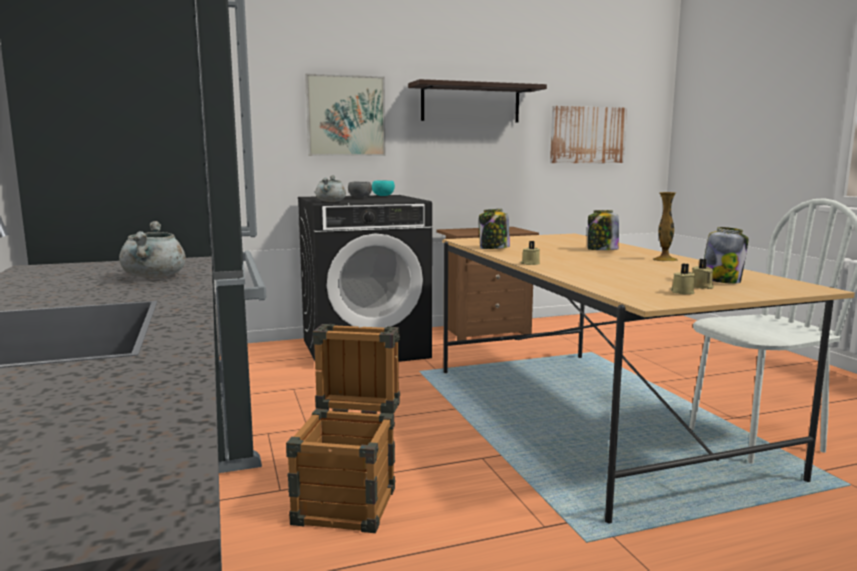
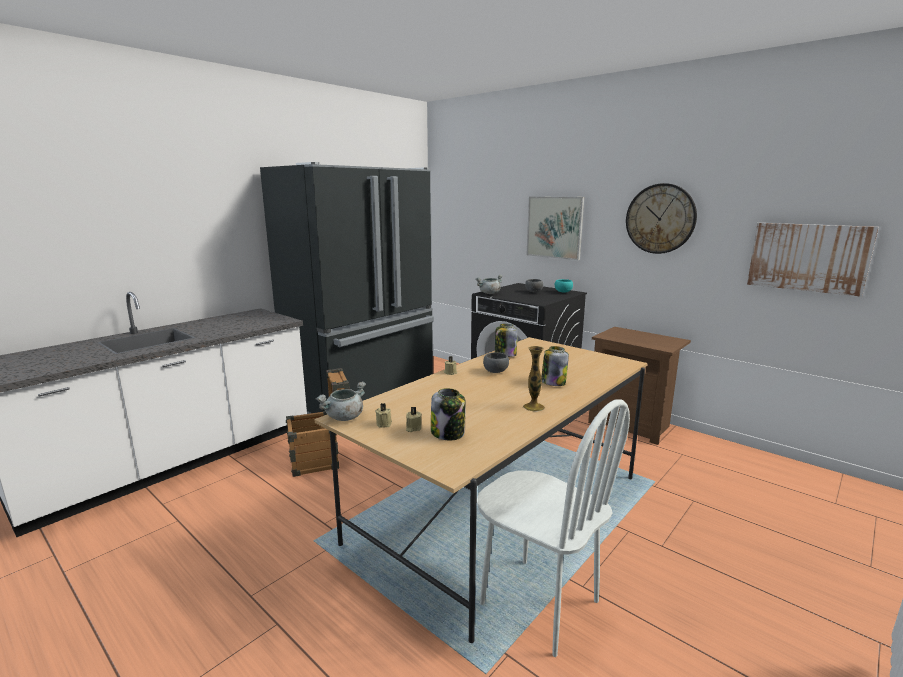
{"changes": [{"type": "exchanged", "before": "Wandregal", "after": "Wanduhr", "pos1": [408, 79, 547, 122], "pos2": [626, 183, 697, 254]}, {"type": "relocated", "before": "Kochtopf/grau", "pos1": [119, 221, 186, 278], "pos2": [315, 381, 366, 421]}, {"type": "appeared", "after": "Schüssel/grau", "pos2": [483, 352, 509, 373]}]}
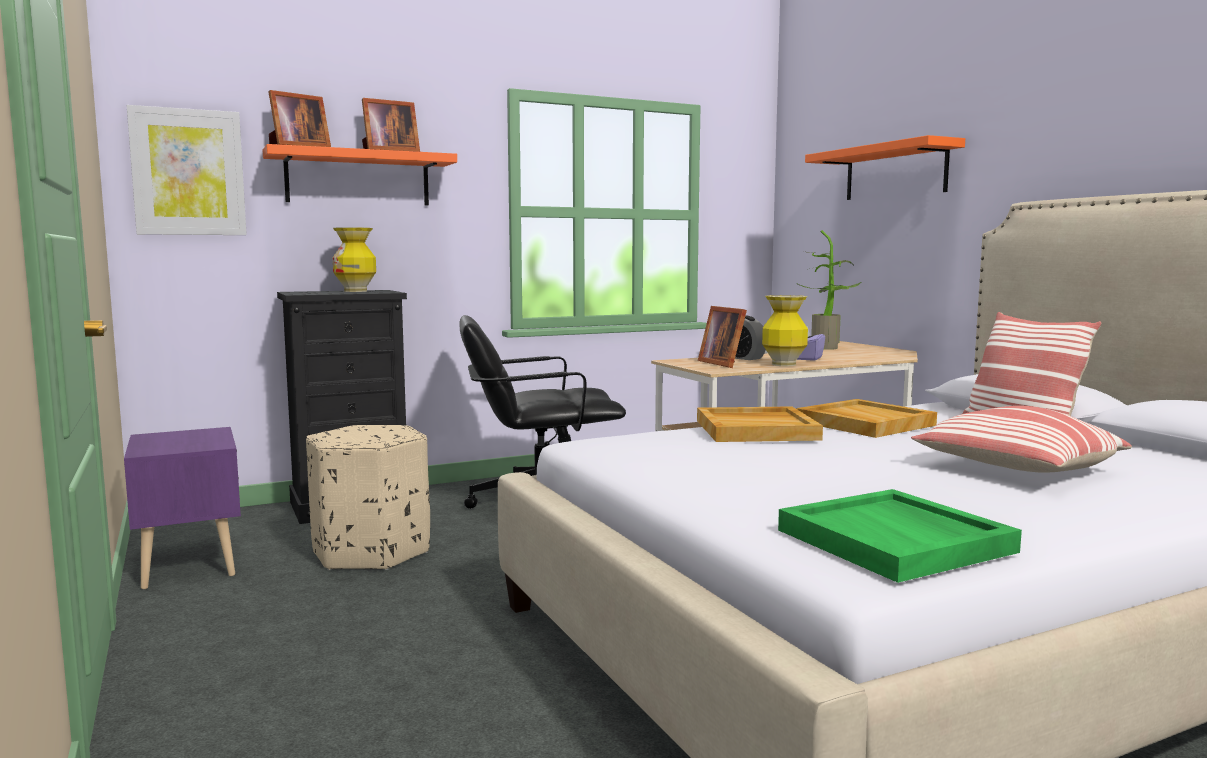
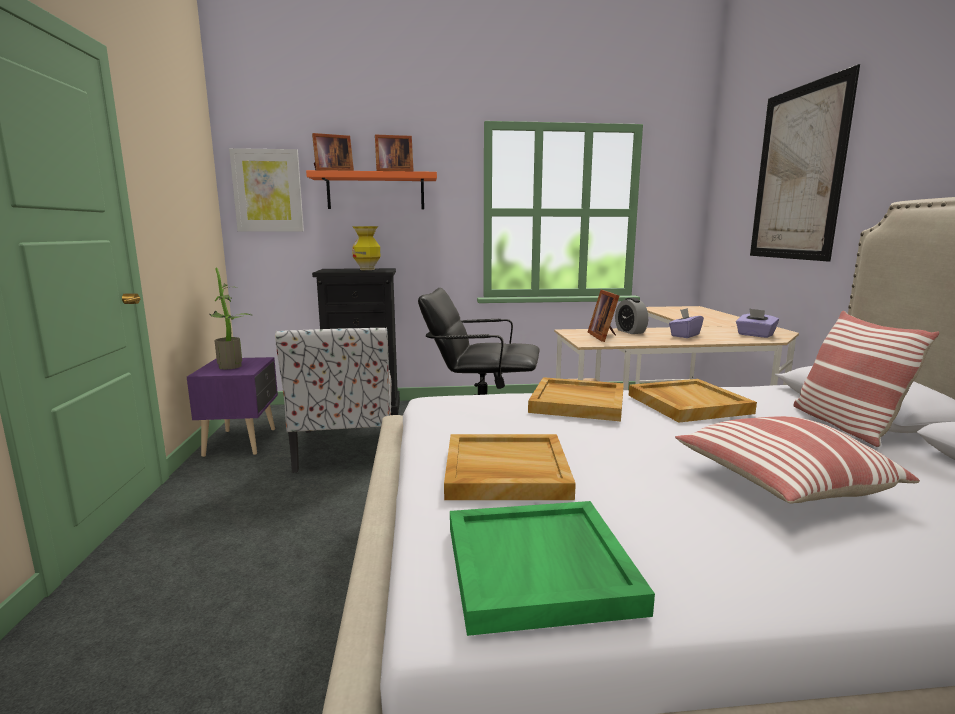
{"changes": [{"type": "exchanged", "before": "Wandregal/orange", "after": "Bild", "pos1": [805, 135, 965, 200], "pos2": [750, 64, 860, 262]}, {"type": "relocated", "before": "Topfpflanze", "pos1": [796, 230, 862, 350], "pos2": [209, 268, 251, 369]}, {"type": "missing", "before": "Vase", "pos1": [762, 295, 808, 366]}, {"type": "exchanged", "before": "Polsterhocker/beige", "after": "Stuhl", "pos1": [306, 425, 430, 570], "pos2": [275, 328, 392, 473]}, {"type": "appeared", "after": "Taschentuchbox/lila", "pos2": [736, 308, 779, 338]}, {"type": "appeared", "after": "Tablett/beige", "pos2": [444, 434, 576, 500]}]}
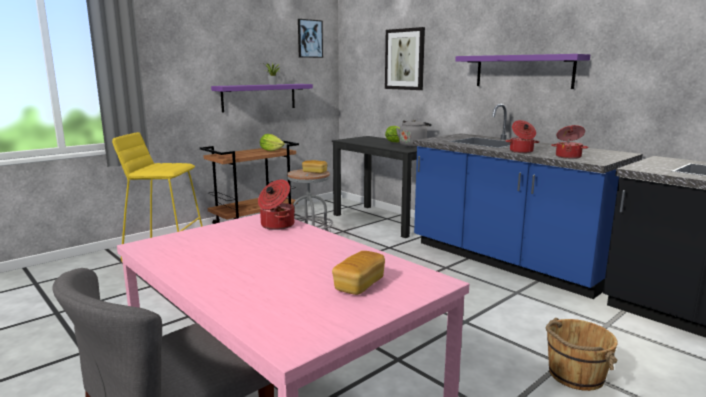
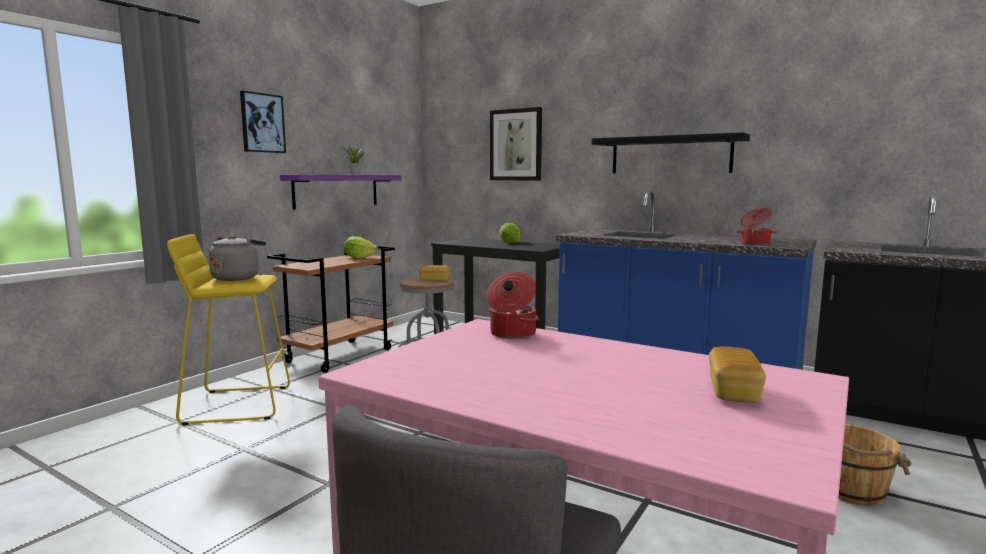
{"changes": [{"type": "relocated", "before": "Bild", "pos1": [298, 19, 323, 58], "pos2": [240, 91, 286, 153]}, {"type": "colour", "before": "Wandregal/lila", "after": "Wandregal/schwarz", "pos1": [455, 54, 590, 89], "pos2": [592, 132, 750, 173]}, {"type": "relocated", "before": "Wasserkessel/grau", "pos1": [396, 119, 432, 147], "pos2": [208, 235, 266, 281]}, {"type": "missing", "before": "Kochtopf", "pos1": [506, 120, 539, 153]}]}
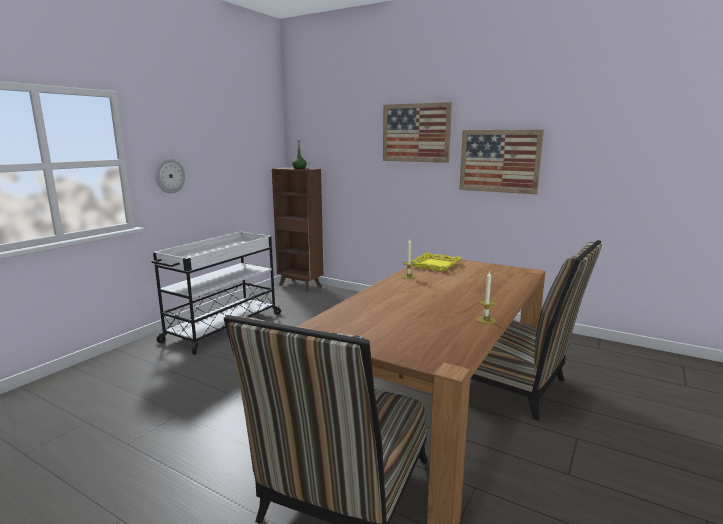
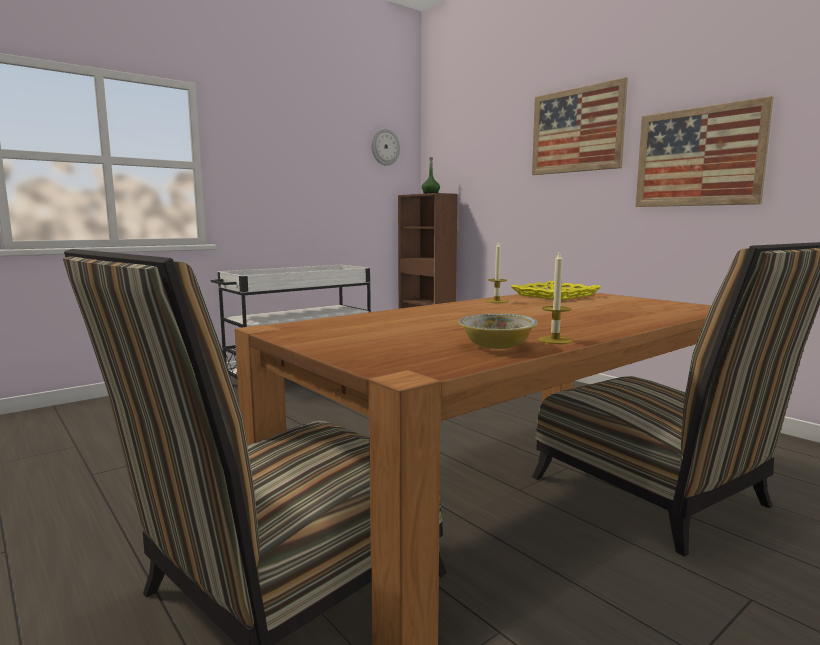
{"changes": [{"type": "relocated", "before": "Wanduhr", "pos1": [155, 158, 185, 193], "pos2": [372, 128, 400, 166]}, {"type": "appeared", "after": "Schüssel", "pos2": [459, 313, 538, 349]}]}
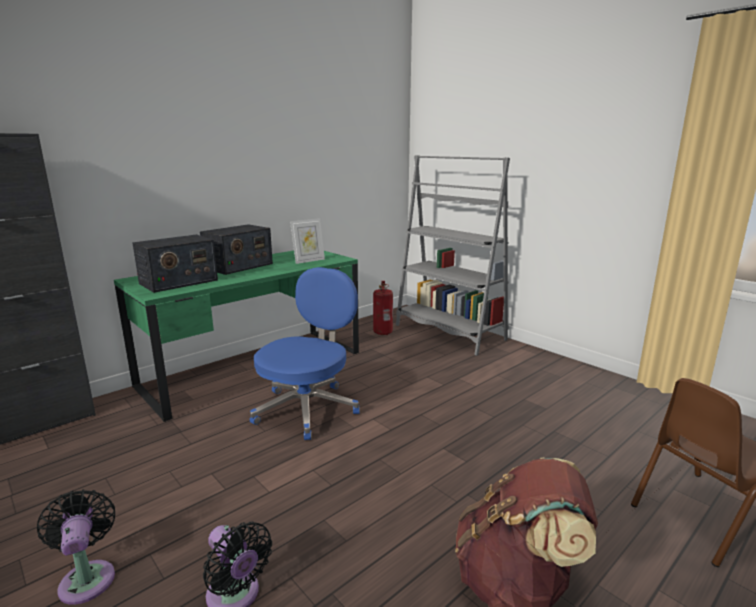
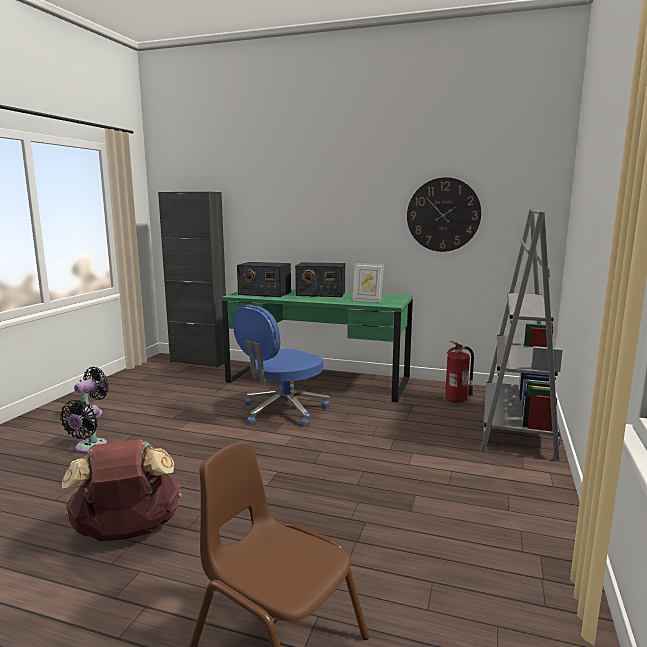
{"changes": [{"type": "spun", "before": "Bürostuhl/blau", "pos1": [250, 267, 360, 440], "pos2": [233, 305, 330, 427], "turn": 135}, {"type": "appeared", "after": "Wanduhr", "pos2": [407, 177, 481, 252]}]}
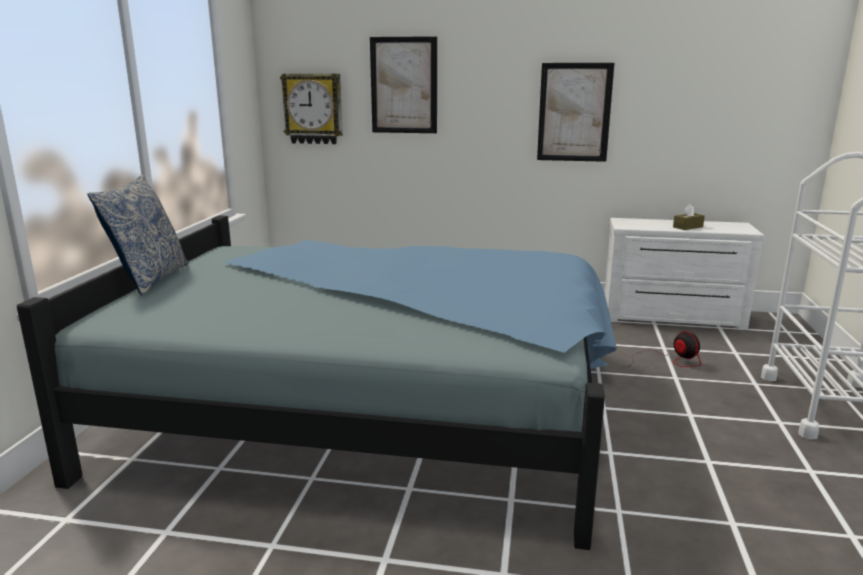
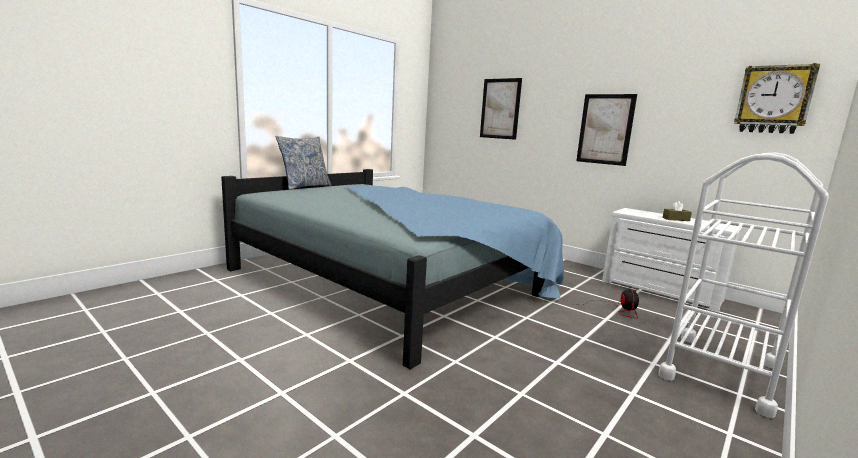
{"changes": [{"type": "relocated", "before": "Wanduhr", "pos1": [280, 74, 343, 144], "pos2": [734, 63, 820, 134]}]}
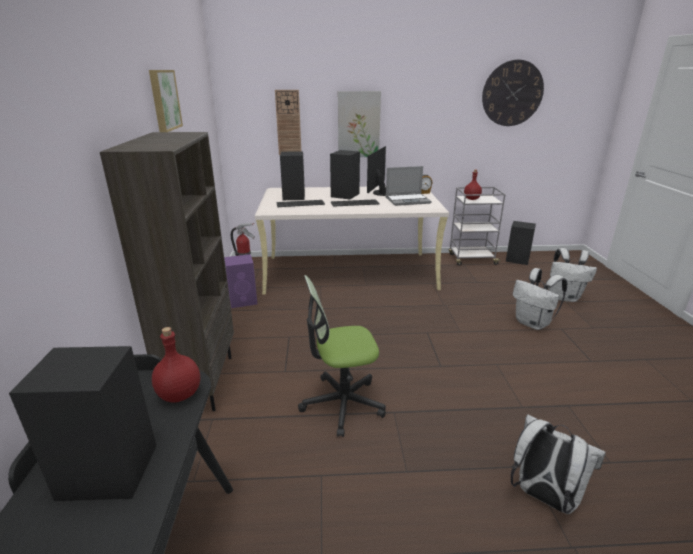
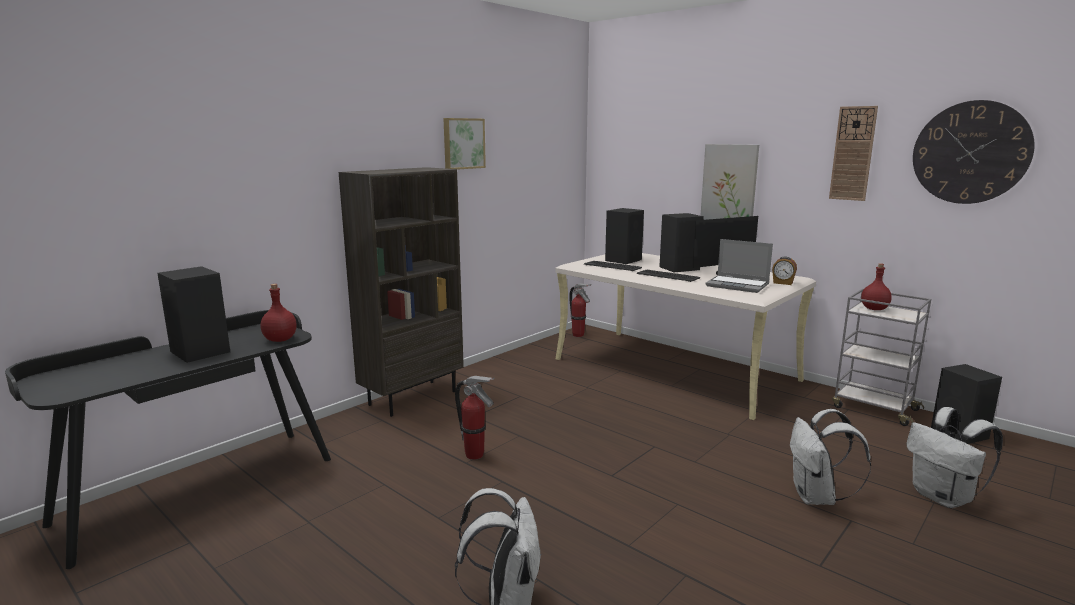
{"changes": [{"type": "relocated", "before": "Wanduhr", "pos1": [275, 90, 301, 155], "pos2": [829, 106, 878, 201]}, {"type": "missing", "before": "Lautsprecher/lila", "pos1": [224, 254, 257, 308]}, {"type": "exchanged", "before": "Bürostuhl", "after": "Feuerlöscher", "pos1": [298, 275, 386, 437], "pos2": [455, 376, 494, 460]}]}
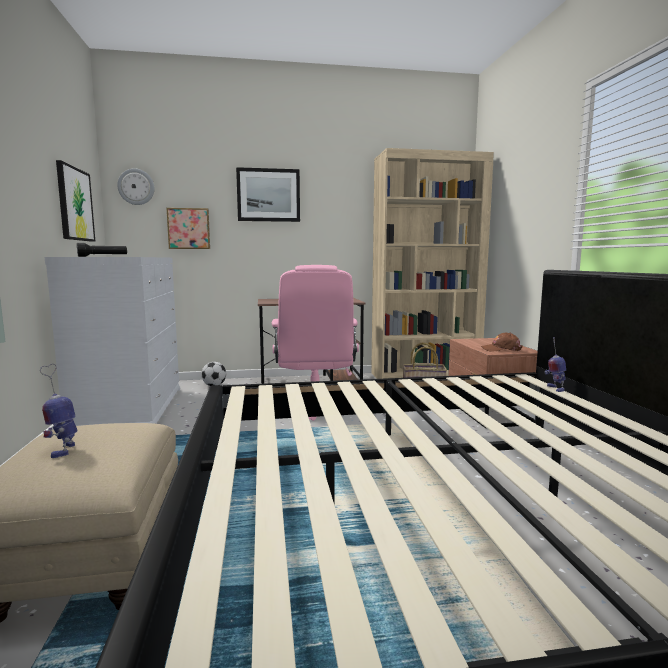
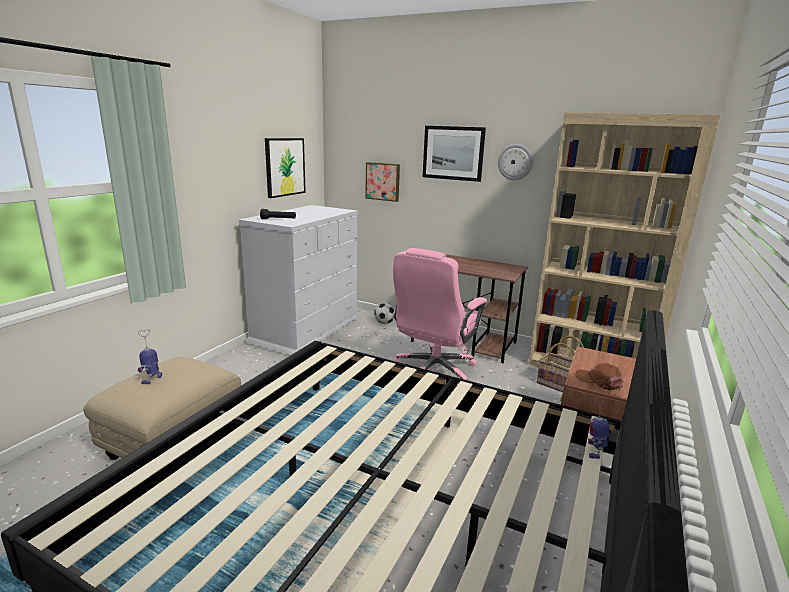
{"changes": [{"type": "relocated", "before": "Wanduhr", "pos1": [117, 168, 154, 205], "pos2": [498, 144, 533, 180]}]}
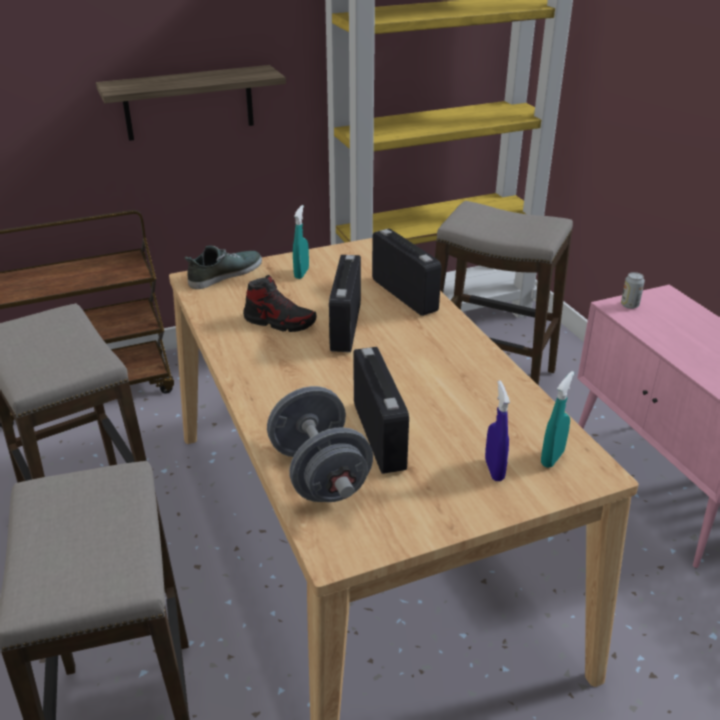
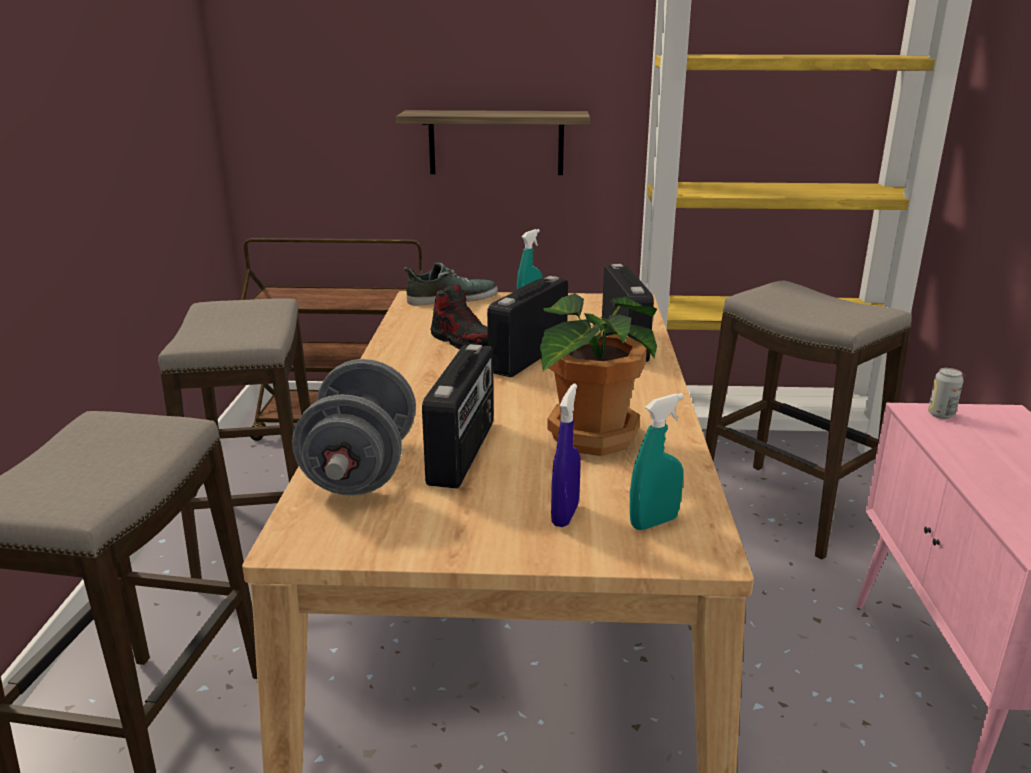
{"changes": [{"type": "appeared", "after": "Topfpflanze", "pos2": [540, 293, 657, 456]}]}
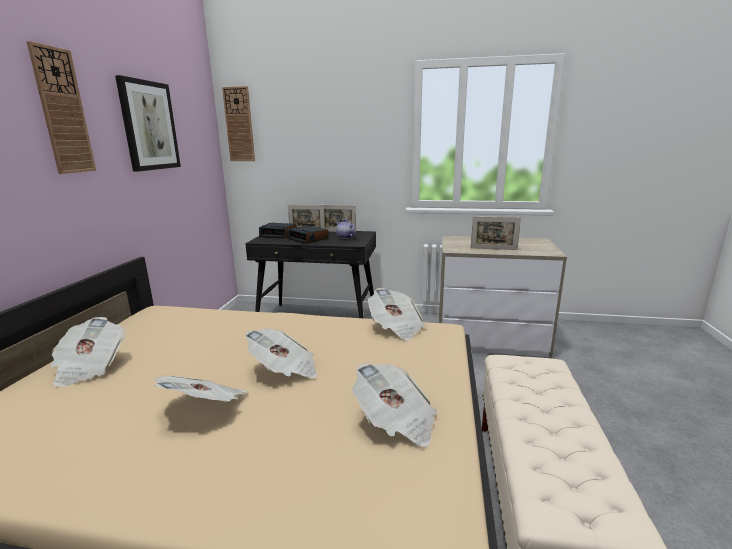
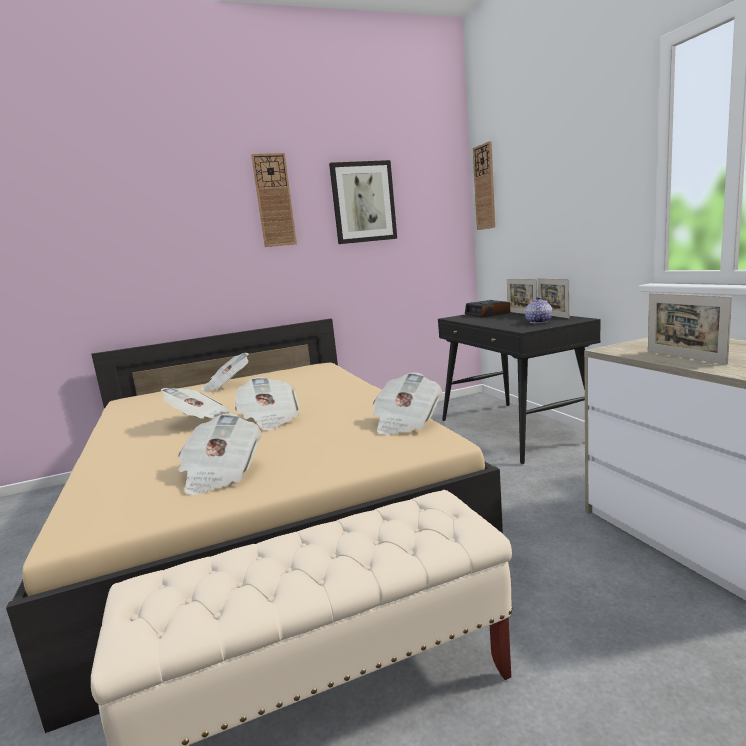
{"changes": [{"type": "missing", "before": "Wecker", "pos1": [288, 226, 329, 244]}]}
